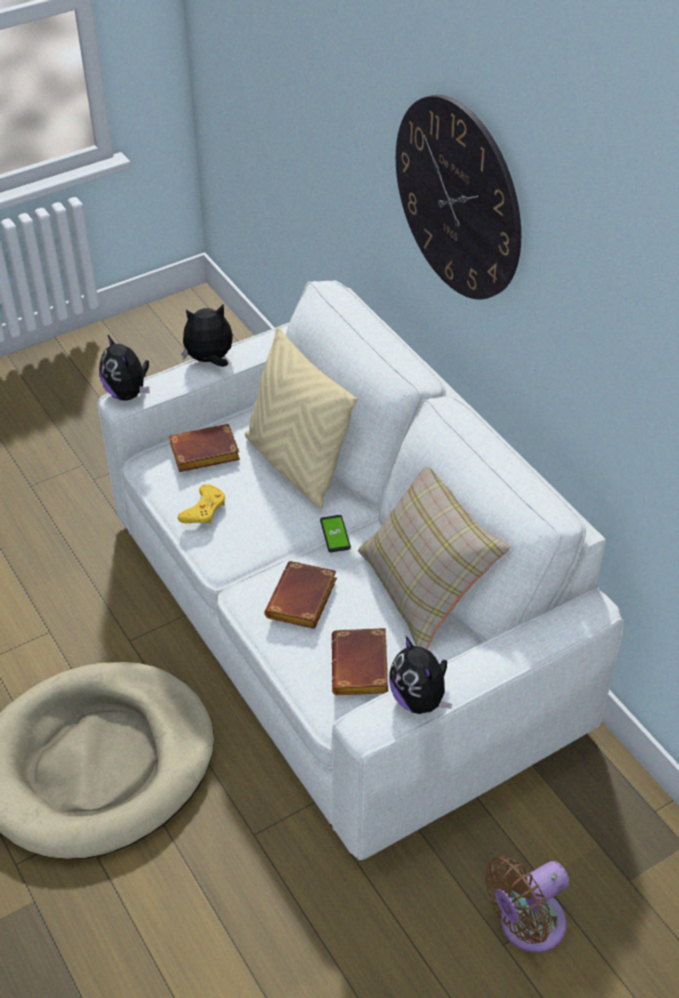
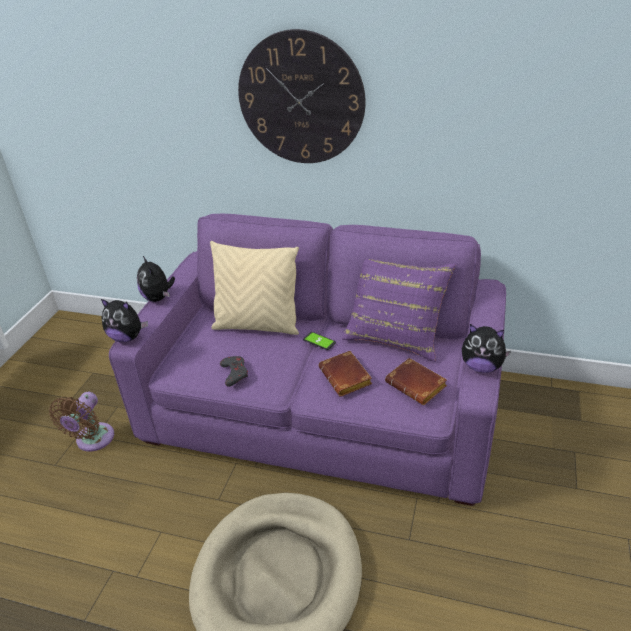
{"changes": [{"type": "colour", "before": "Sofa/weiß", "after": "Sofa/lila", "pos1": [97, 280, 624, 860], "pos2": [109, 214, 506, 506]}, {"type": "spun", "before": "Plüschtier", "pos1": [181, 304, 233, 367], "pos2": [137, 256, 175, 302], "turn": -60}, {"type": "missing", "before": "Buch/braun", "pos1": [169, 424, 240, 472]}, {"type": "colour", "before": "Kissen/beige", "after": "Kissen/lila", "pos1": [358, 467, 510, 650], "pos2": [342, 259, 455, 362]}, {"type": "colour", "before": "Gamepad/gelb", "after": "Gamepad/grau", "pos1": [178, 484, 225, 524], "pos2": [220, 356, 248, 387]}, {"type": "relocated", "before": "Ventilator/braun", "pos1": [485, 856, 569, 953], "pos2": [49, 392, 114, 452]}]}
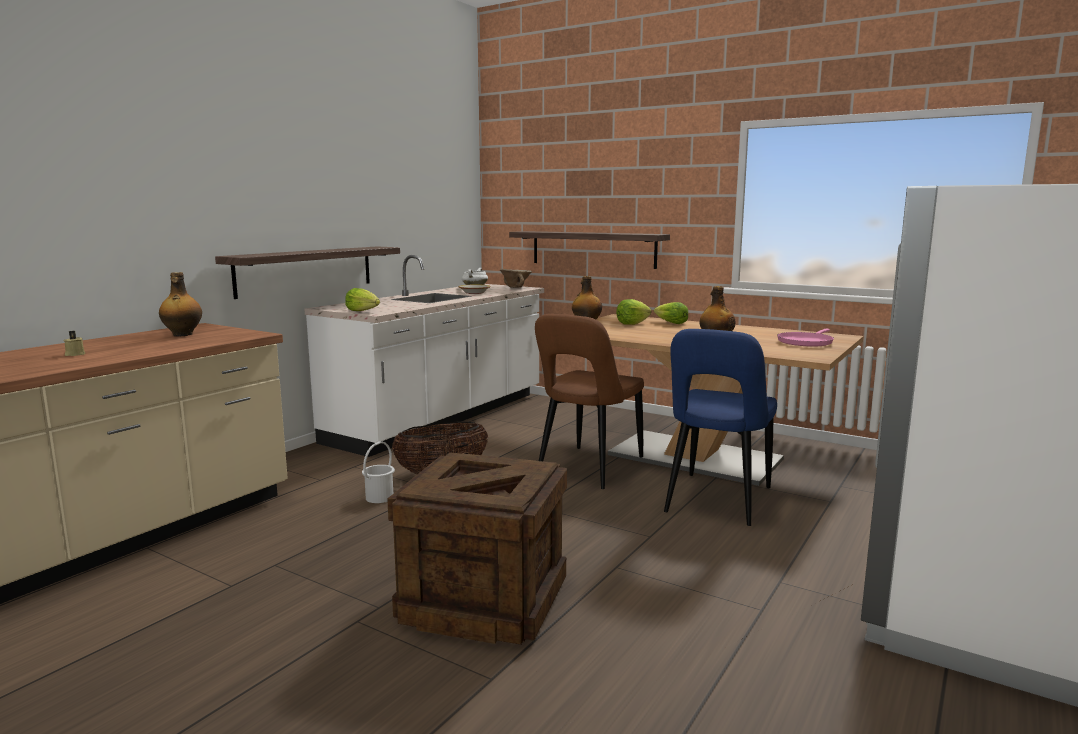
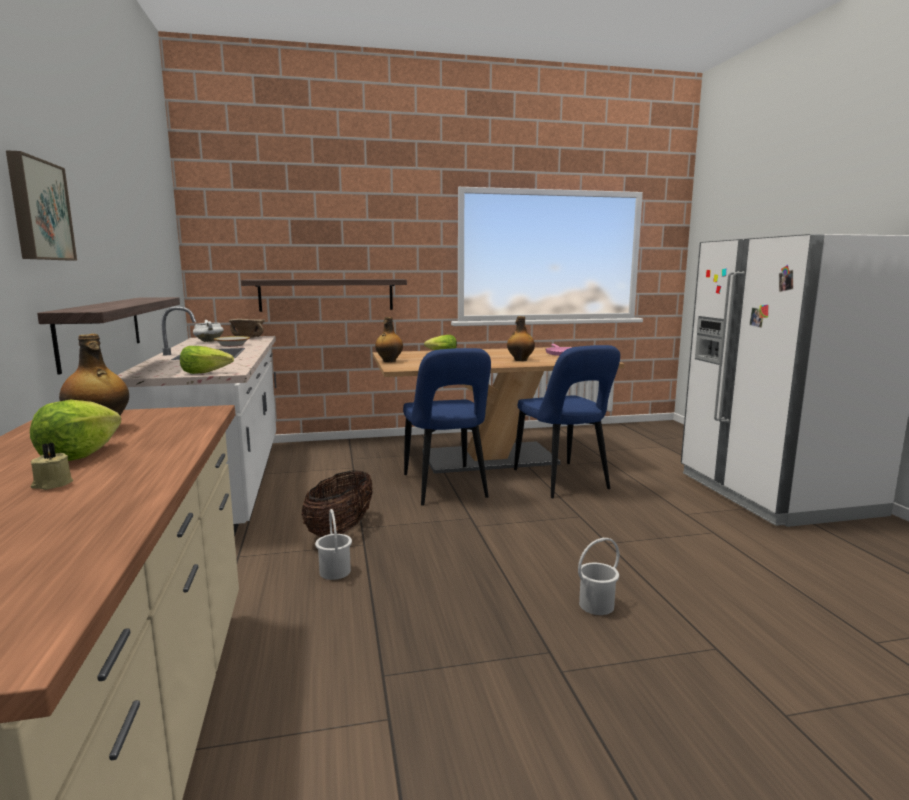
{"changes": [{"type": "relocated", "before": "Salatkopf", "pos1": [616, 299, 651, 325], "pos2": [30, 400, 122, 461]}, {"type": "colour", "before": "Stuhl/braun", "after": "Stuhl/blau", "pos1": [535, 314, 644, 489], "pos2": [403, 348, 491, 506]}, {"type": "exchanged", "before": "Kiste", "after": "Eimer/weiß", "pos1": [387, 453, 567, 645], "pos2": [578, 538, 619, 615]}, {"type": "appeared", "after": "Bild", "pos2": [6, 150, 77, 260]}]}
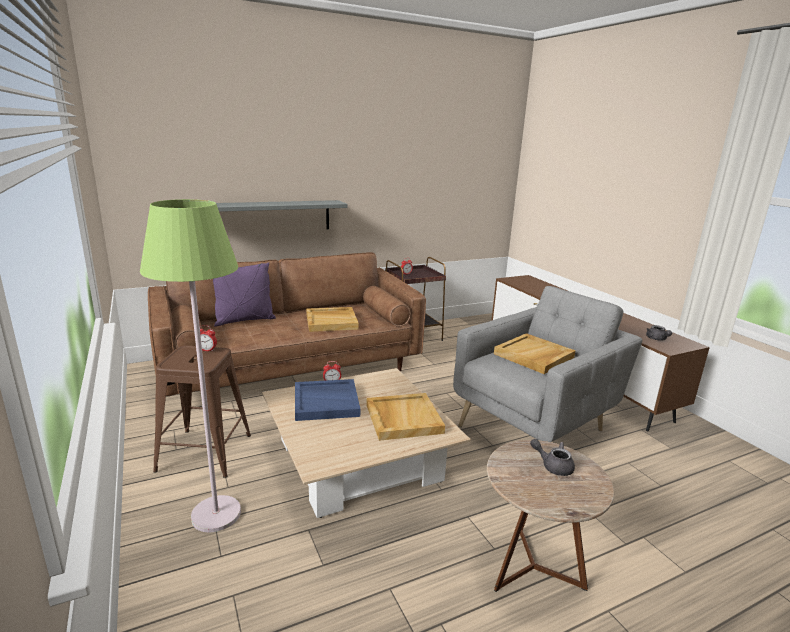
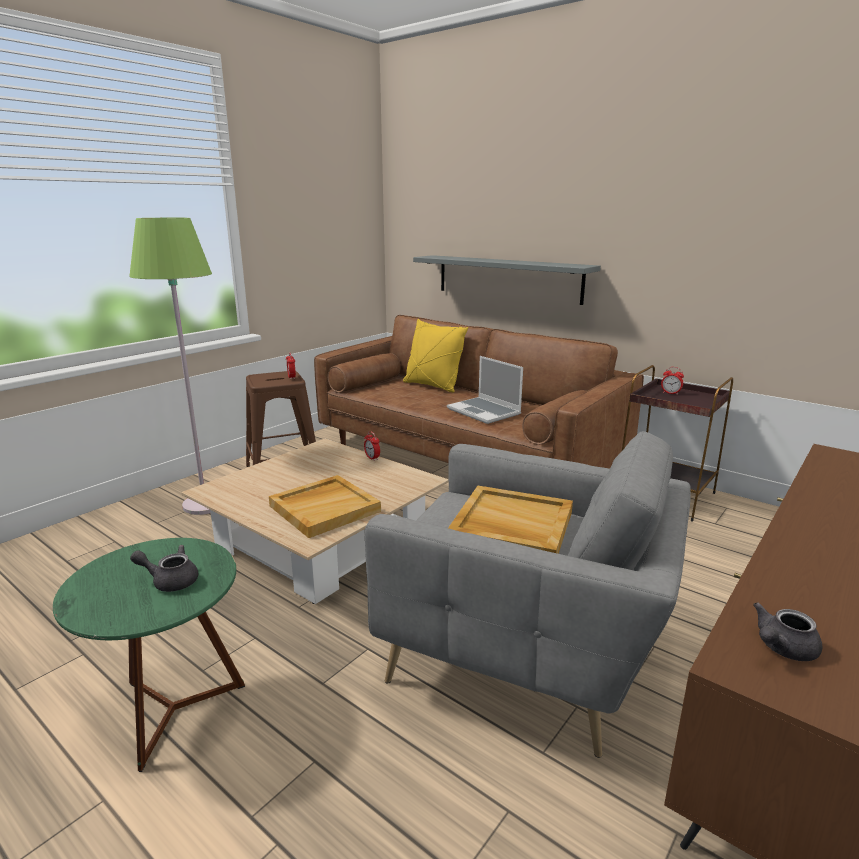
{"changes": [{"type": "colour", "before": "Kissen/lila", "after": "Kissen/gelb", "pos1": [213, 262, 276, 327], "pos2": [403, 319, 468, 393]}, {"type": "exchanged", "before": "Tablett/beige", "after": "Laptop", "pos1": [306, 307, 359, 332], "pos2": [447, 356, 523, 424]}, {"type": "missing", "before": "Tablett/blau", "pos1": [295, 379, 360, 421]}, {"type": "spun", "before": "Teekanne/grau", "pos1": [530, 439, 575, 476], "pos2": [130, 545, 198, 592], "turn": -90}, {"type": "colour", "before": "Beistelltisch/braun", "after": "Beistelltisch/grün", "pos1": [487, 440, 614, 592], "pos2": [53, 538, 245, 772]}]}
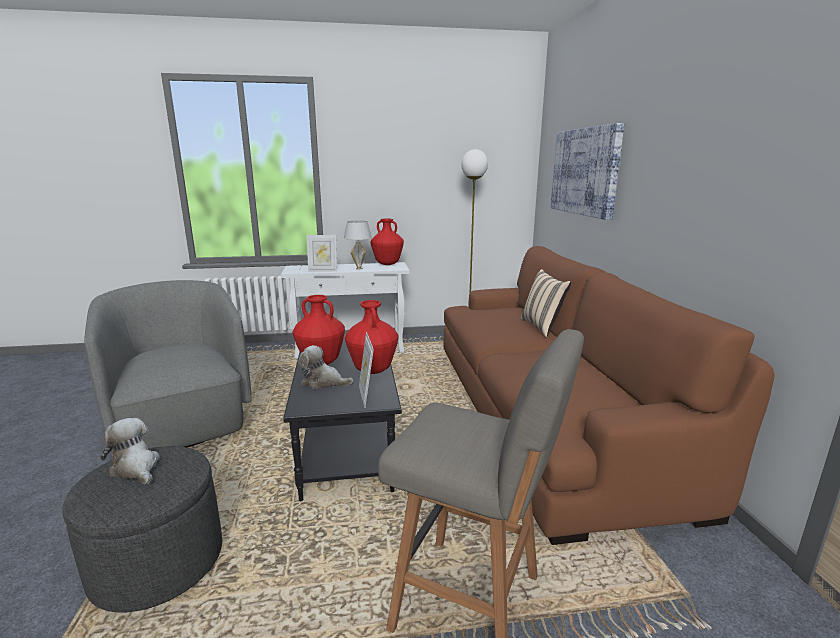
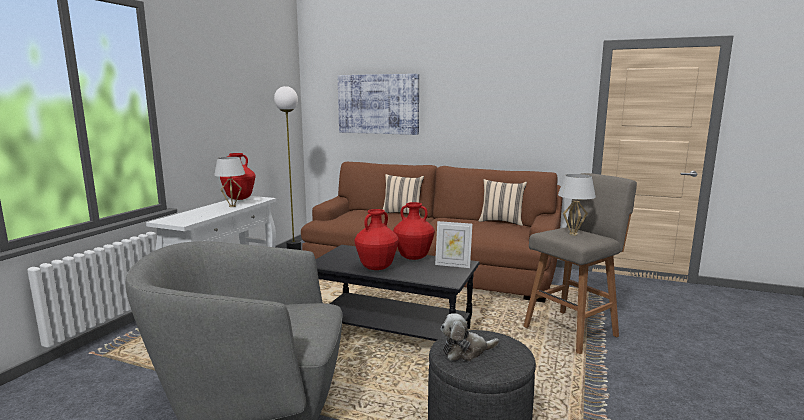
{"changes": [{"type": "missing", "before": "Bilderrahmen", "pos1": [307, 235, 337, 272]}, {"type": "missing", "before": "Plüschtier", "pos1": [298, 345, 353, 389]}, {"type": "appeared", "after": "Tischlampe/weiß", "pos2": [558, 174, 596, 236]}, {"type": "appeared", "after": "Kissen/beige", "pos2": [479, 179, 527, 226]}]}
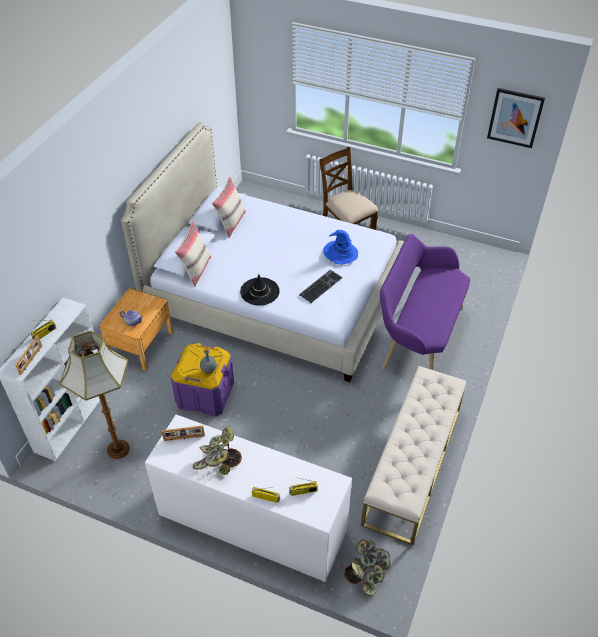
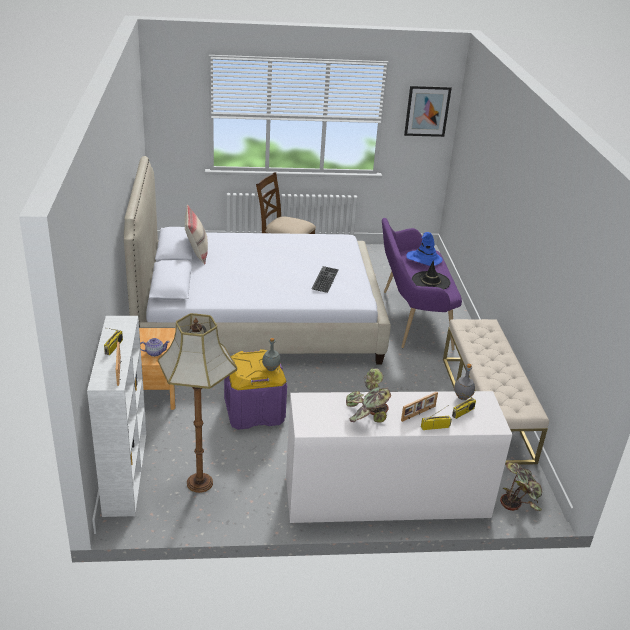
{"changes": [{"type": "missing", "before": "Kissen/beige", "pos1": [175, 221, 211, 287]}, {"type": "relocated", "before": "Hut/blau", "pos1": [323, 230, 358, 265], "pos2": [406, 232, 443, 266]}, {"type": "relocated", "before": "Hut/schwarz", "pos1": [240, 274, 279, 306], "pos2": [412, 260, 451, 290]}, {"type": "relocated", "before": "Bilderrahmen", "pos1": [162, 425, 205, 441], "pos2": [401, 391, 438, 422]}, {"type": "appeared", "after": "Flasche/grau", "pos2": [454, 363, 475, 400]}]}
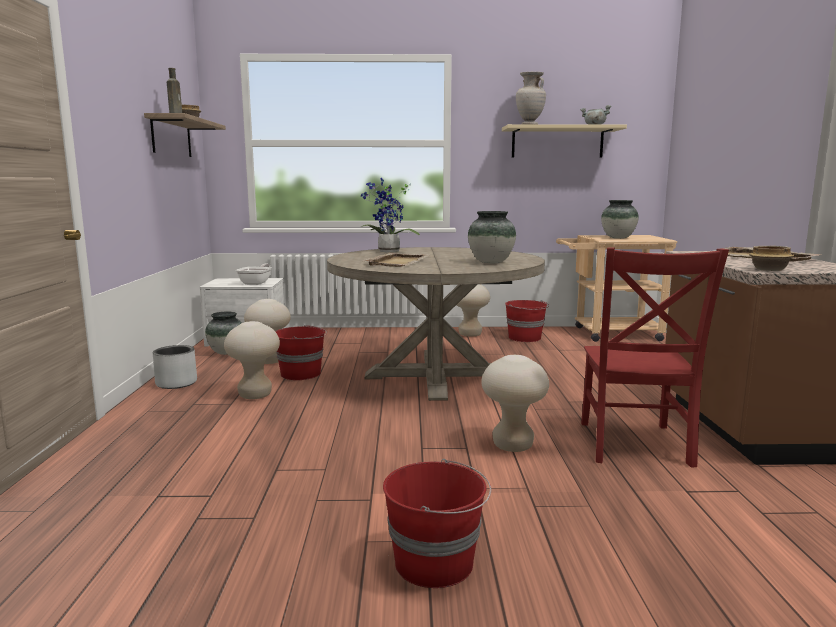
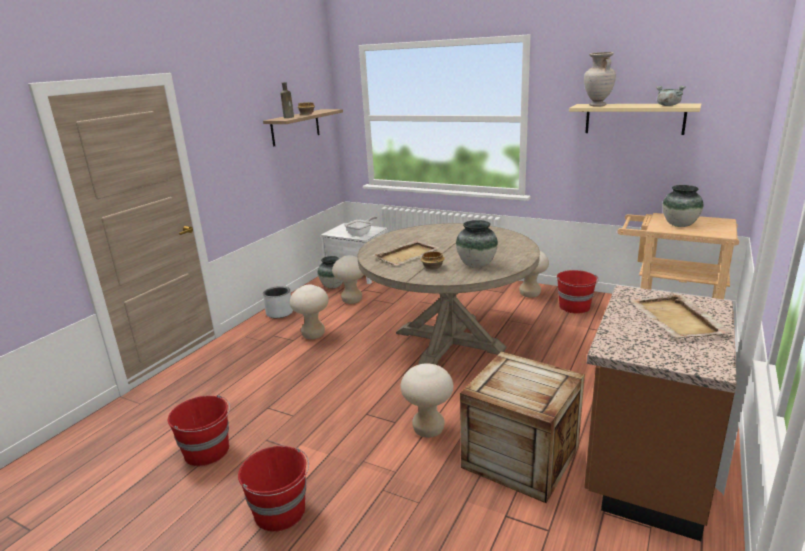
{"changes": [{"type": "missing", "before": "Topfpflanze", "pos1": [360, 177, 420, 252]}, {"type": "relocated", "before": "Schüssel", "pos1": [749, 246, 794, 271], "pos2": [420, 251, 445, 270]}, {"type": "exchanged", "before": "Stuhl/rot", "after": "Kiste", "pos1": [581, 247, 729, 468], "pos2": [460, 351, 585, 503]}, {"type": "relocated", "before": "Eimer/rot", "pos1": [275, 325, 327, 380], "pos2": [168, 395, 230, 466]}]}
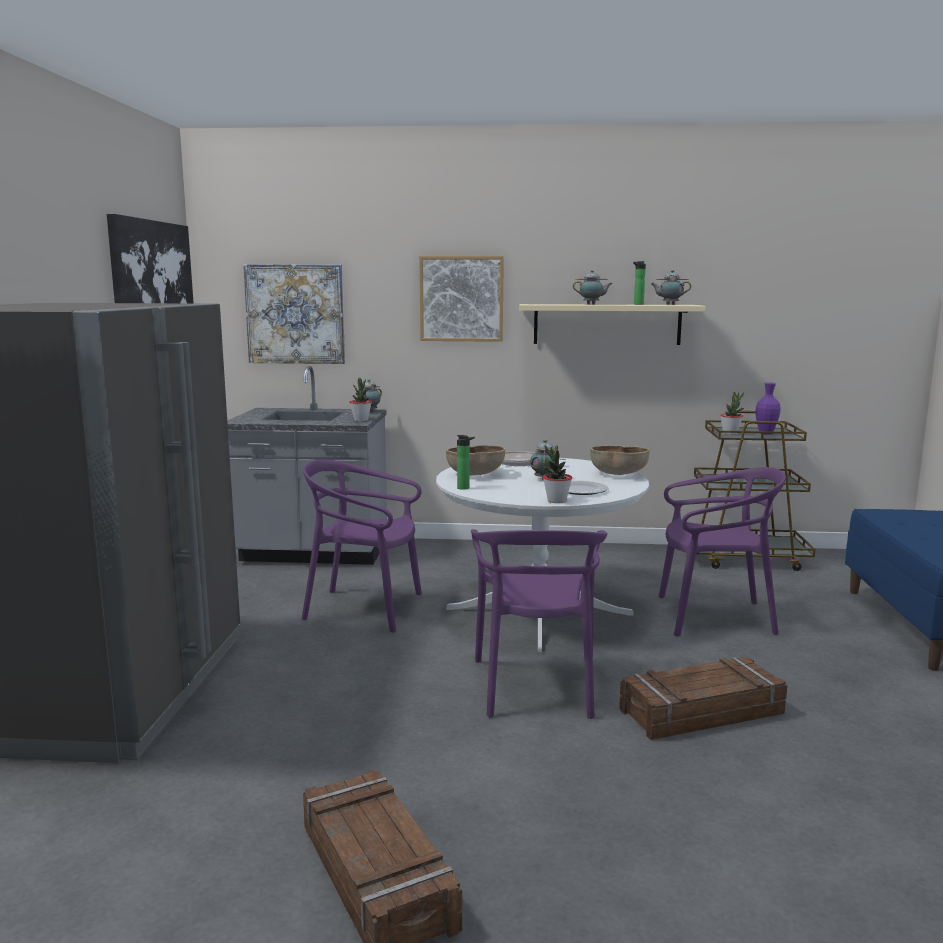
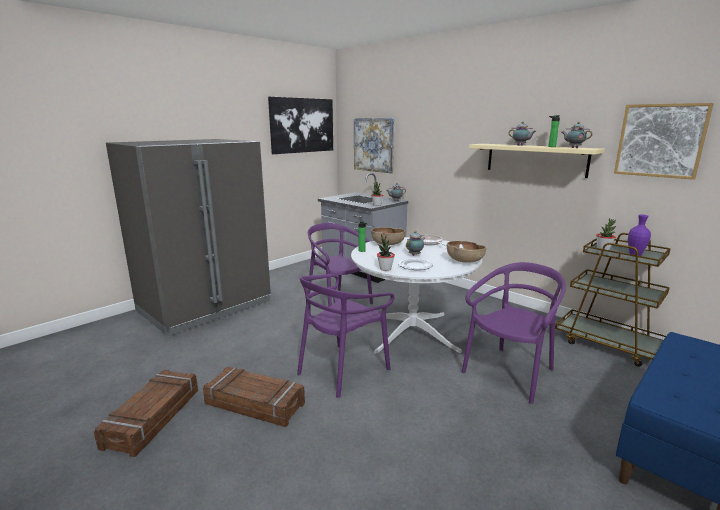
{"changes": [{"type": "relocated", "before": "Bild", "pos1": [419, 256, 504, 342], "pos2": [614, 103, 714, 180]}, {"type": "spun", "before": "Stuhl/lila", "pos1": [658, 467, 786, 637], "pos2": [462, 262, 566, 404], "turn": -90}, {"type": "relocated", "before": "Kiste", "pos1": [619, 657, 787, 740], "pos2": [203, 367, 305, 427]}]}
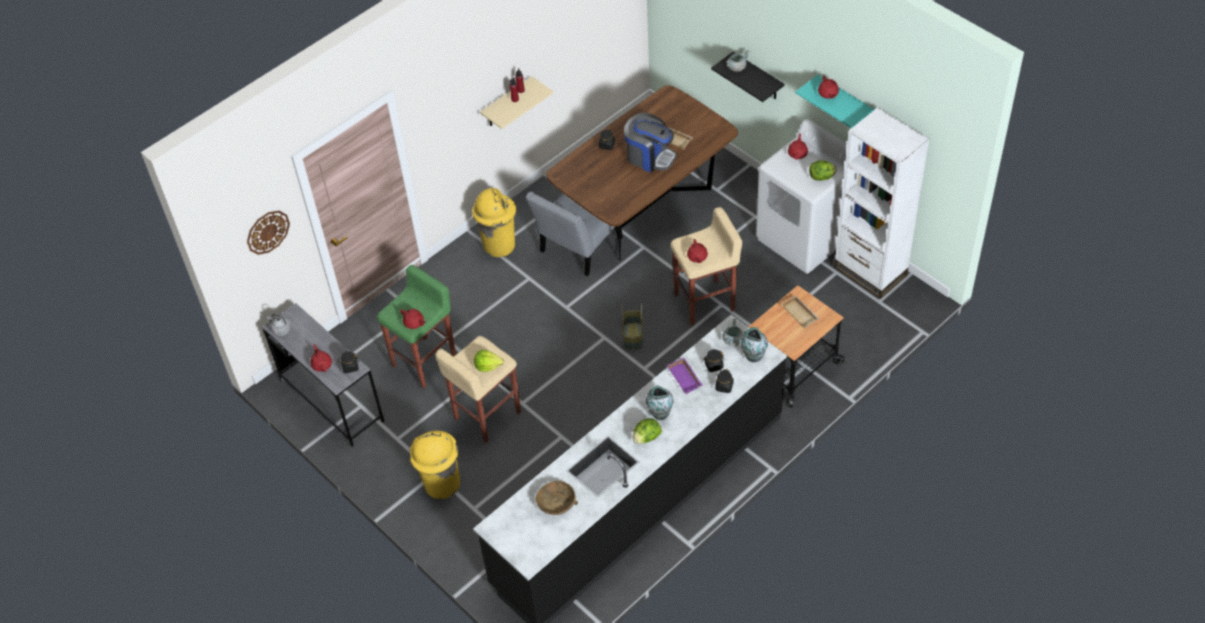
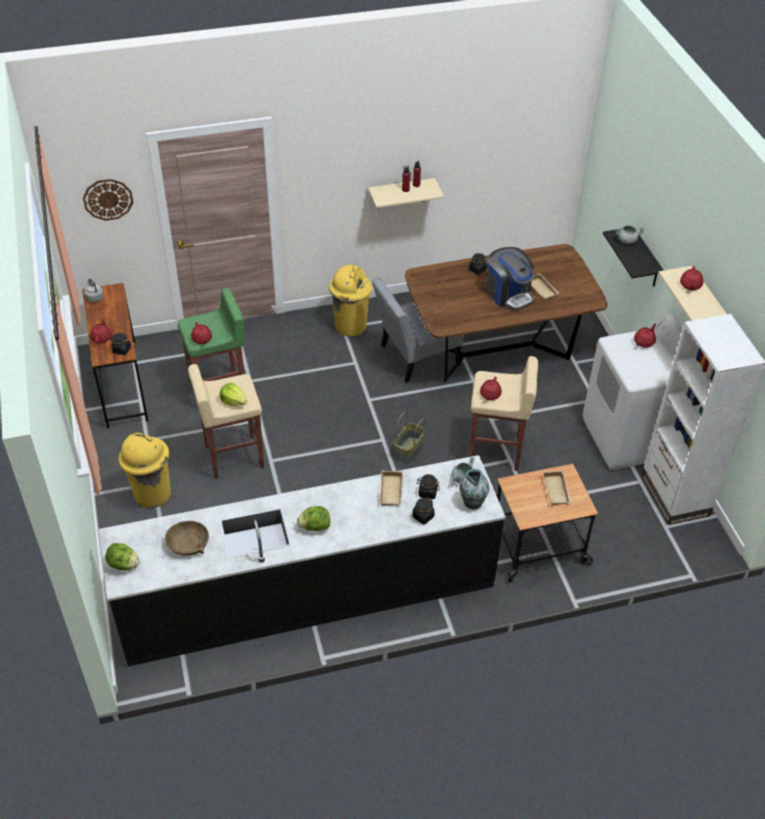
{"changes": [{"type": "colour", "before": "Wandregal/türkis", "after": "Wandregal/beige", "pos1": [795, 75, 874, 128], "pos2": [658, 266, 727, 321]}, {"type": "relocated", "before": "Salatkopf", "pos1": [809, 160, 837, 181], "pos2": [105, 543, 140, 571]}, {"type": "colour", "before": "Schreibtisch/grau", "after": "Schreibtisch/braun", "pos1": [262, 303, 384, 446], "pos2": [83, 283, 148, 428]}, {"type": "colour", "before": "Tablett/lila", "after": "Tablett/beige", "pos1": [667, 358, 703, 394], "pos2": [380, 470, 403, 506]}, {"type": "missing", "before": "Vase", "pos1": [646, 385, 674, 420]}]}
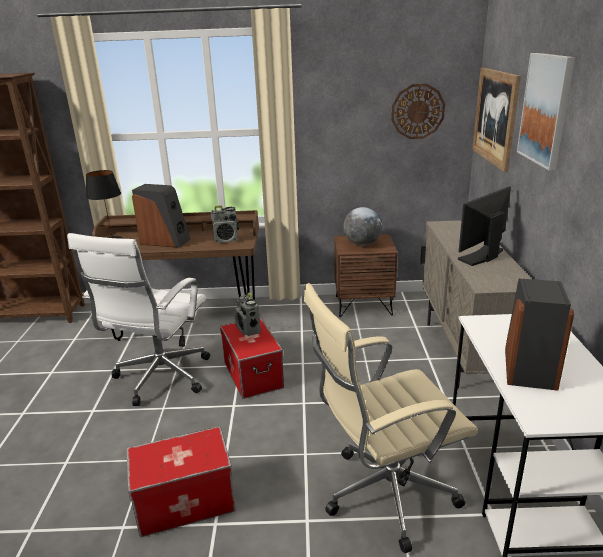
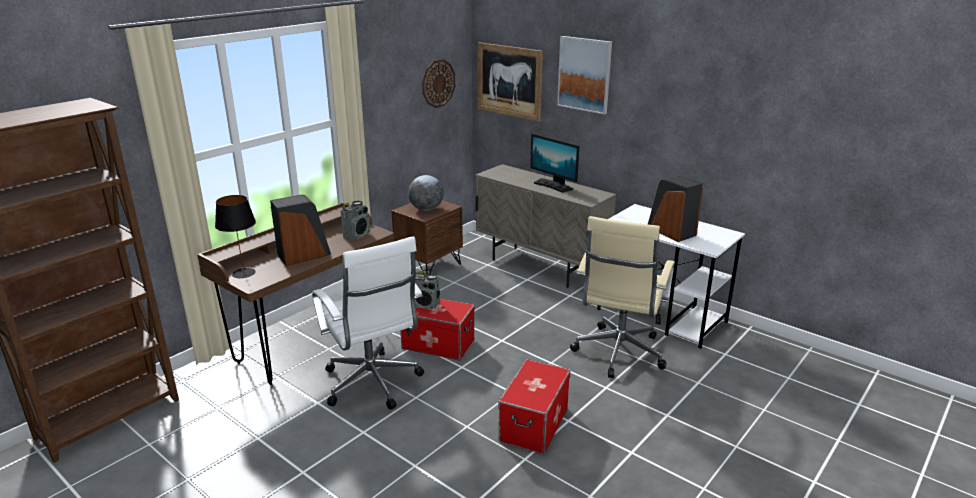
{"changes": [{"type": "spun", "before": "Monitor", "pos1": [458, 186, 511, 266], "pos2": [530, 134, 579, 193], "turn": -45}]}
